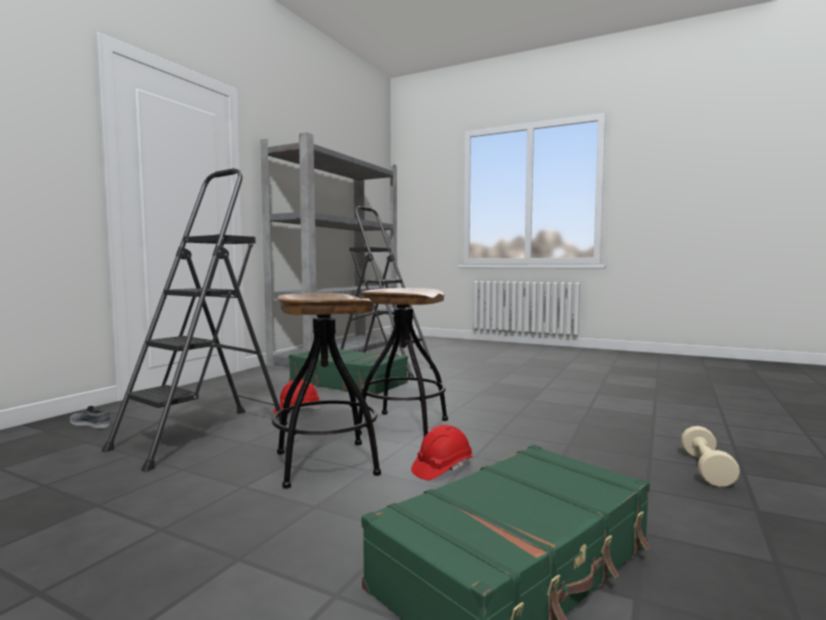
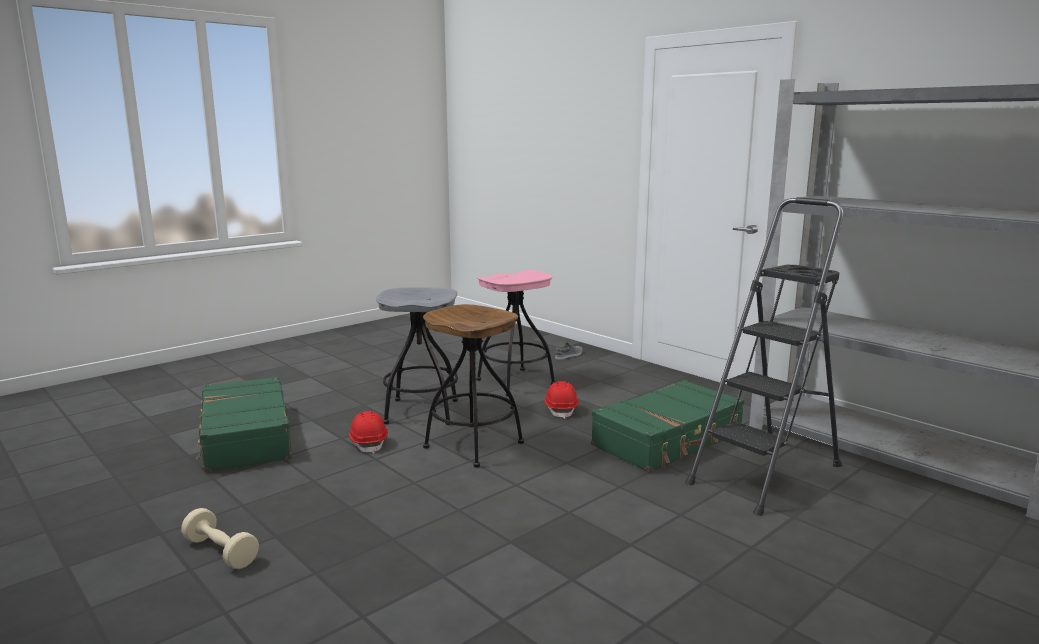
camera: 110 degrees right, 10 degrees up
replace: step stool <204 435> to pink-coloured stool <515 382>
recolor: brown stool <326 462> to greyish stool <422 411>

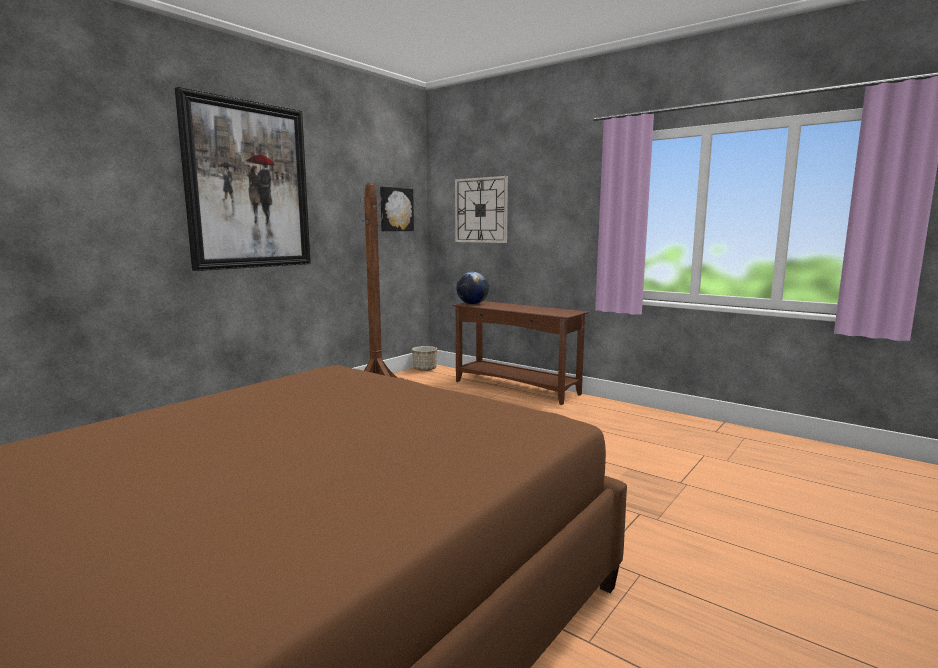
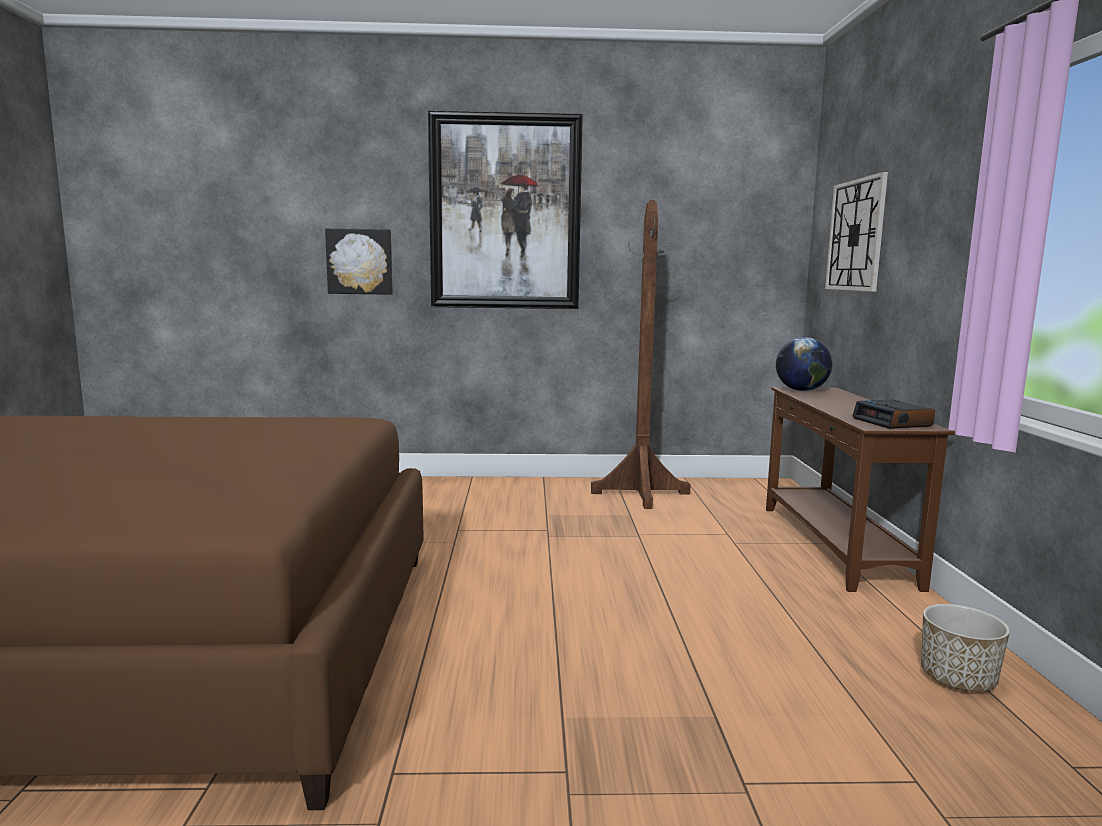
camera: 50 degrees right, 0 degrees up
insert: alarm clock <893 422>
move: wall picture <395 209> to <360 261>; planter <425 369> to <958 679>

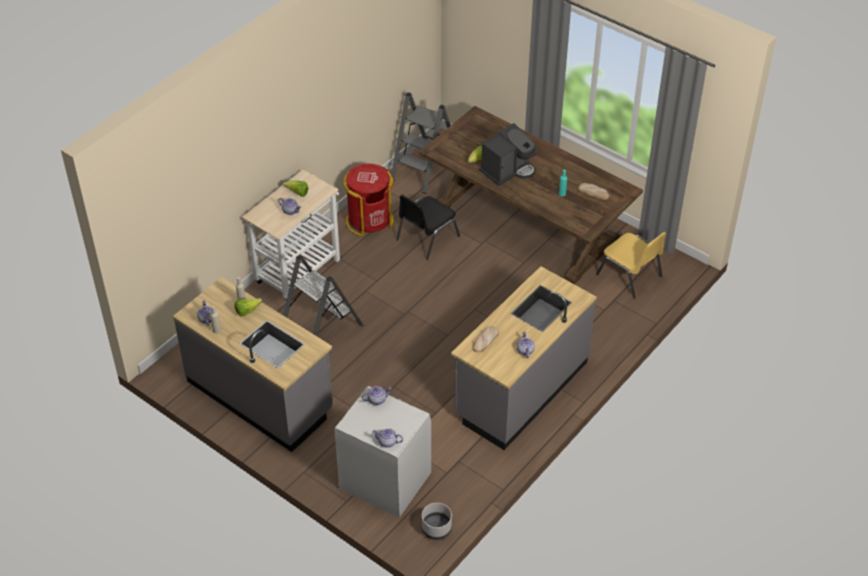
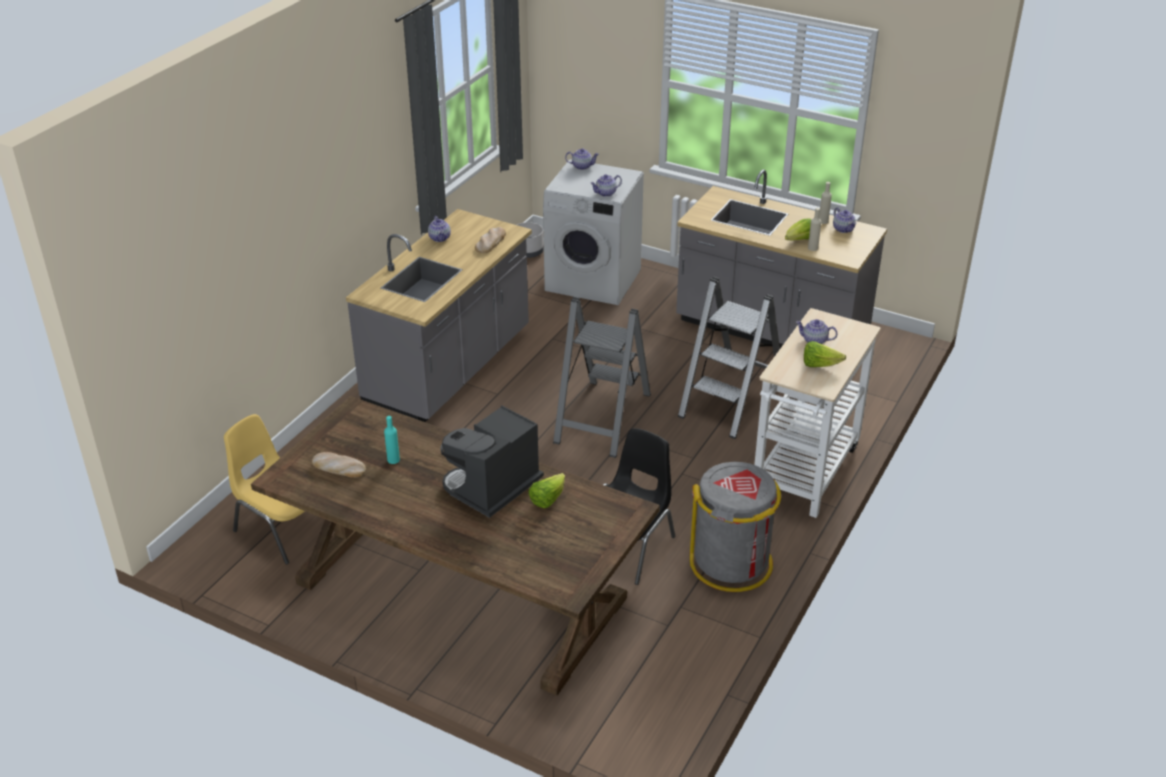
camera: 170 degrees right, 10 degrees down
move: greyish step stool <426 166> to <602 419>
recolor: reddish trash can <369 220> to greyish trash can <731 563>

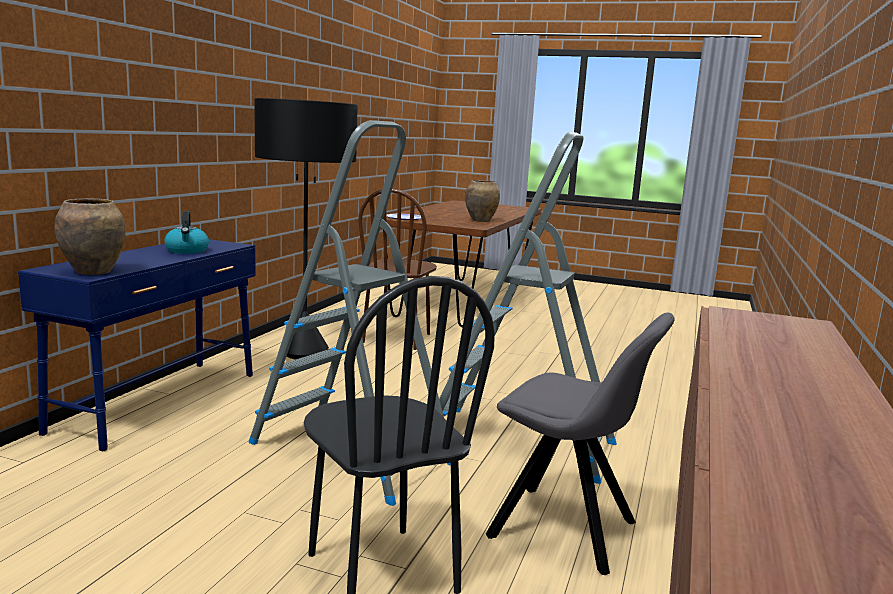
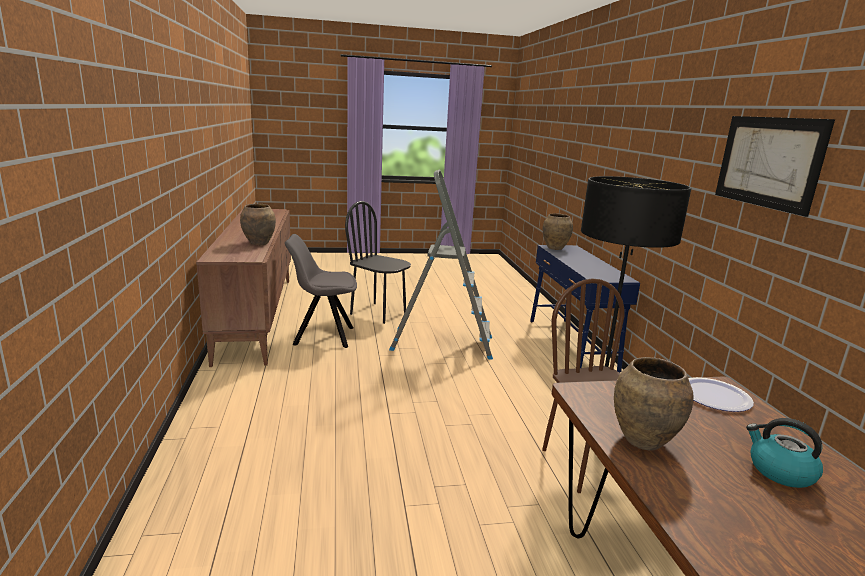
camera: 150 degrees right, 5 degrees up
delete: greyish step stool <517 442>
insert: brown vase <259 243>; wall picture <768 162>
move: kettle <187 251> to <780 471>

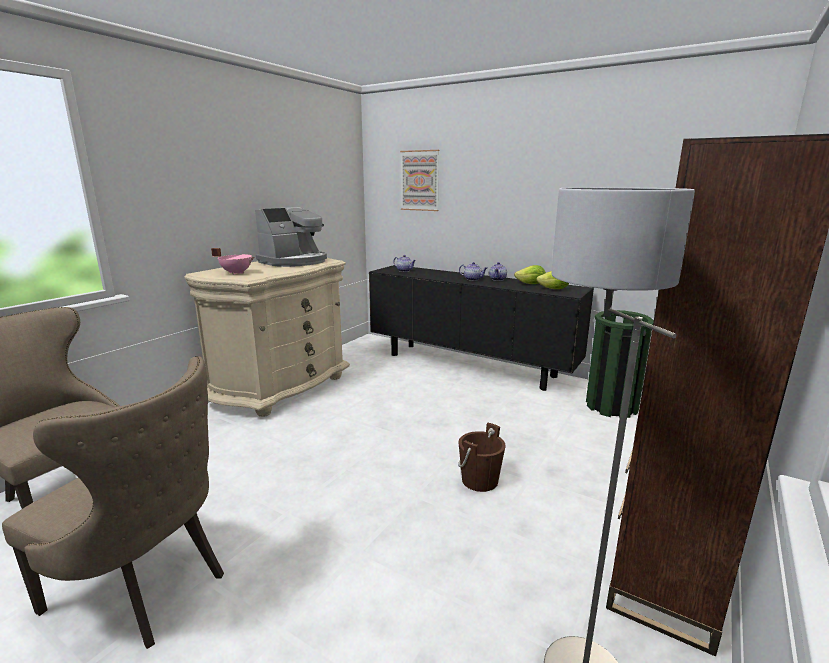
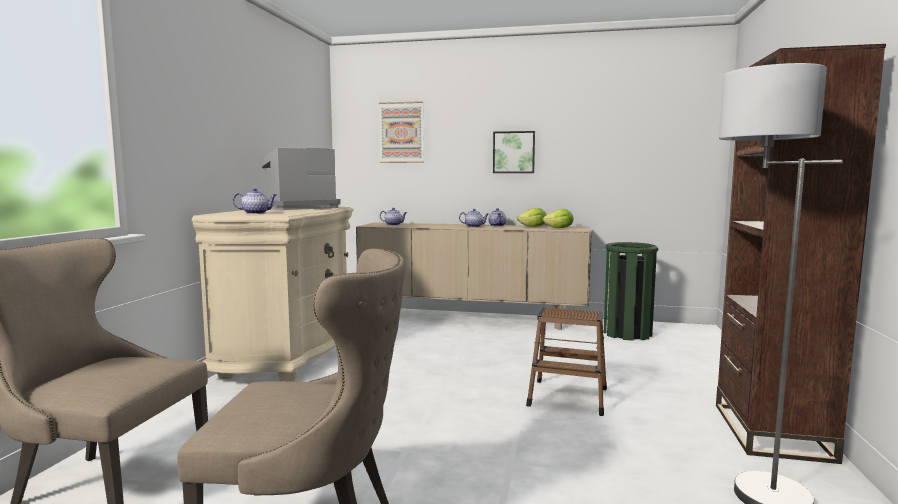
camera: 20 degrees left, 10 degrees down
insert: wall picture <514 152>
replace: pink-coloured cooking pot <236 273> to teapot <256 213>; brown water bucket <479 480> to brown step stool <568 396>
recolor: black-coloured cupboard <469 365> to sand-coloured cupboard <472 319>
rotate: coffee brewer <294 261> = <299 208> 150 degrees counterclockwise

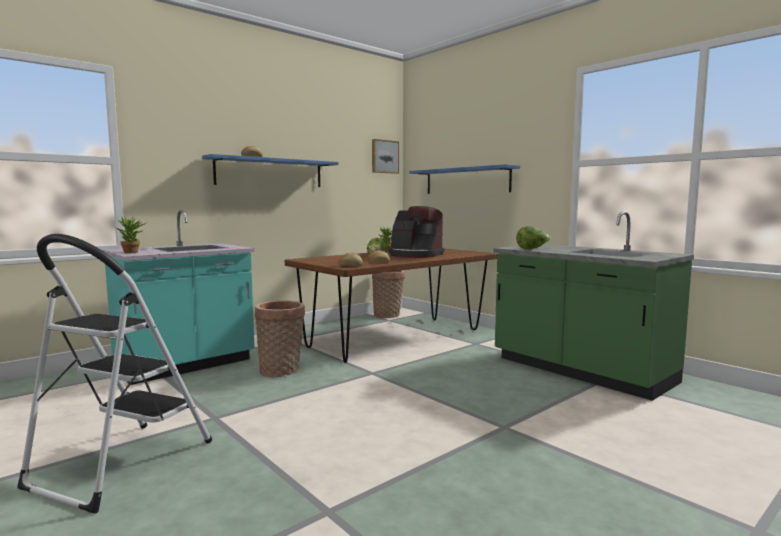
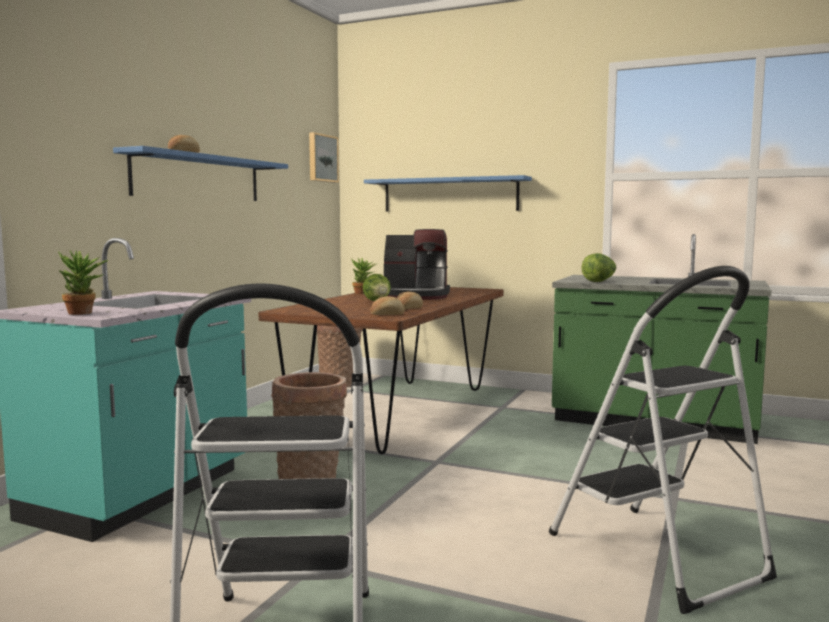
camera: 25 degrees left, 0 degrees up
insert: step stool <658 557>

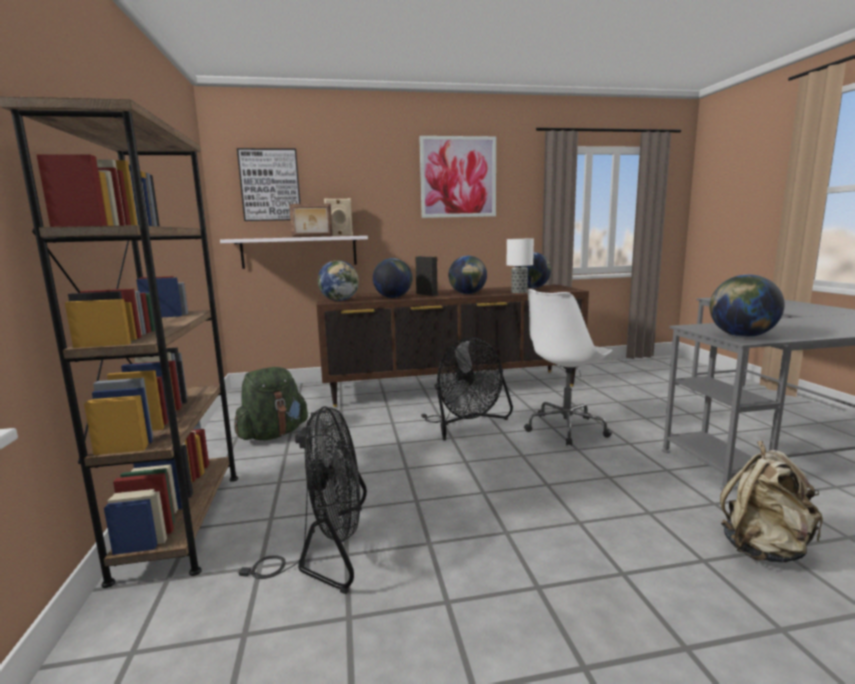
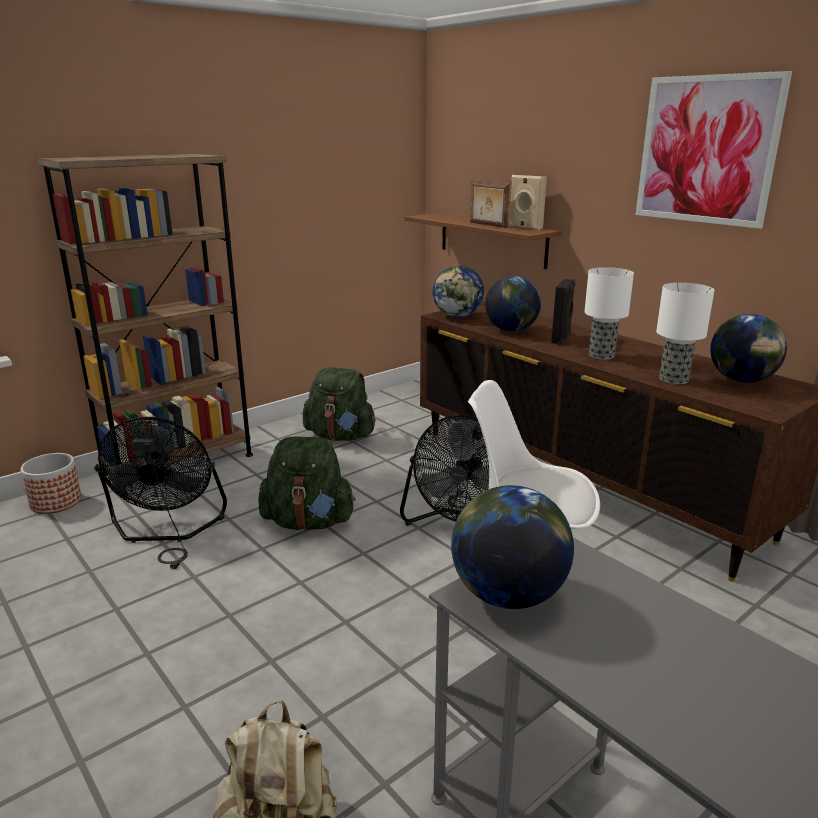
camera: 60 degrees right, 10 degrees up
delete: wall picture <270 185>
insert: planter <56 502>; green-coloured rucksack <308 522>
replace: globe <468 294> to tabletop lamp <601 356>
recolor: white-coloured bracket shelf <299 252> to brown bracket shelf <492 239>
rotate: black-coloured fan <325 550> = <165 532> 150 degrees counterclockwise

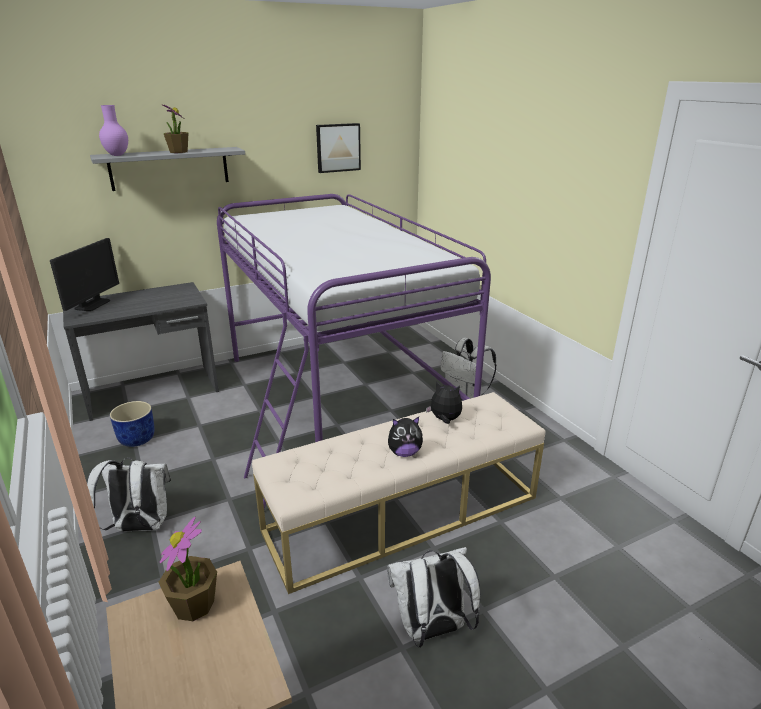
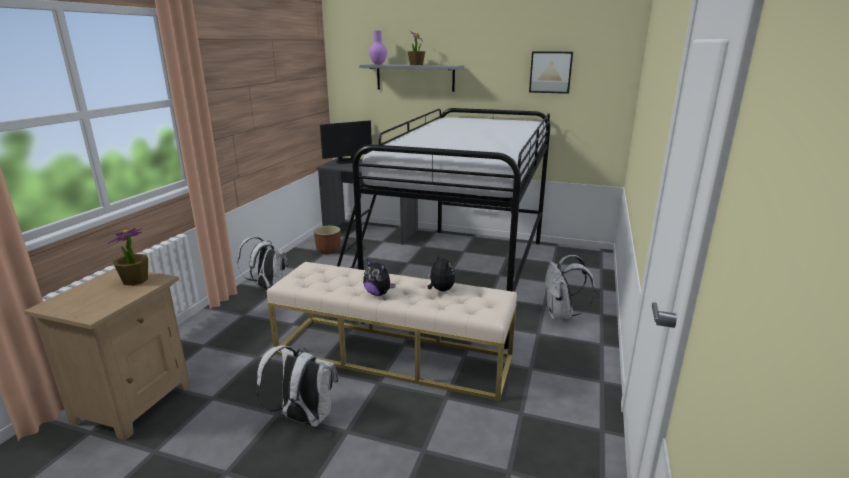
camera: 45 degrees right, 5 degrees down
recolor: bluish planter <136 439> to brown planter <328 251>; purple-coloured sleeping bed <337 402> to black-coloured sleeping bed <461 277>

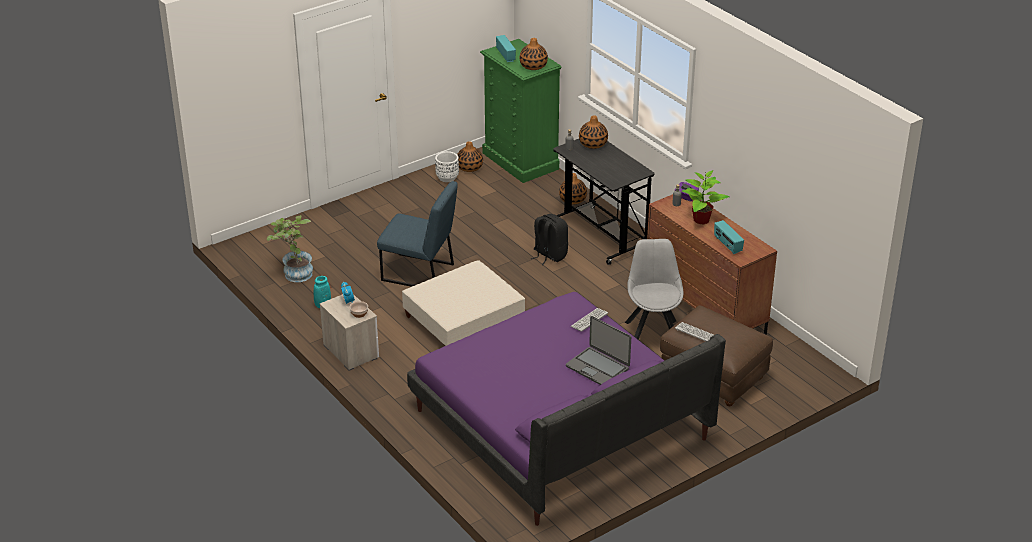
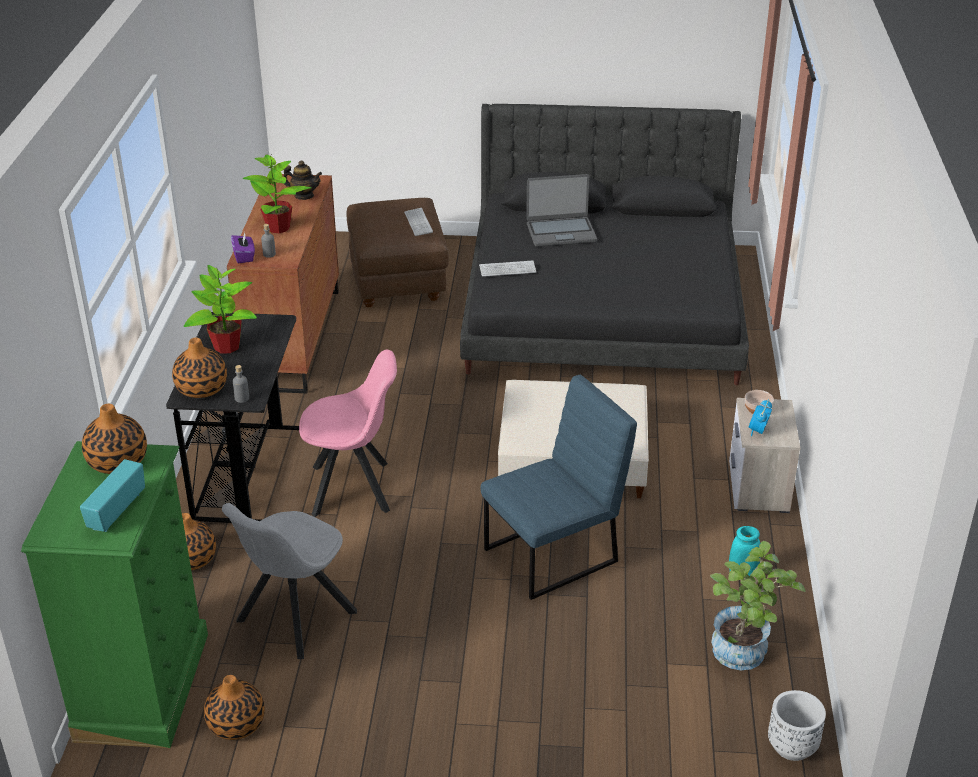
camera: 140 degrees left, 0 degrees up
insert: potted plant <226 346>
move: white-coloured planter <447 178> to <792 746>; greyish plain chair <652 334> to <294 618>
replace: black-coloured rucksack <549 255> to pink-coloured plain chair <353 488>; radio set <727 245> to teapot <304 196>
recolor: purple-coloured sleeping bed <559 424> to black-coloured sleeping bed <602 310>
rotate: bluish plain chair <419 273> = <554 554> 90 degrees clockwise; notebook computer <598 367> = <561 232> 90 degrees clockwise

